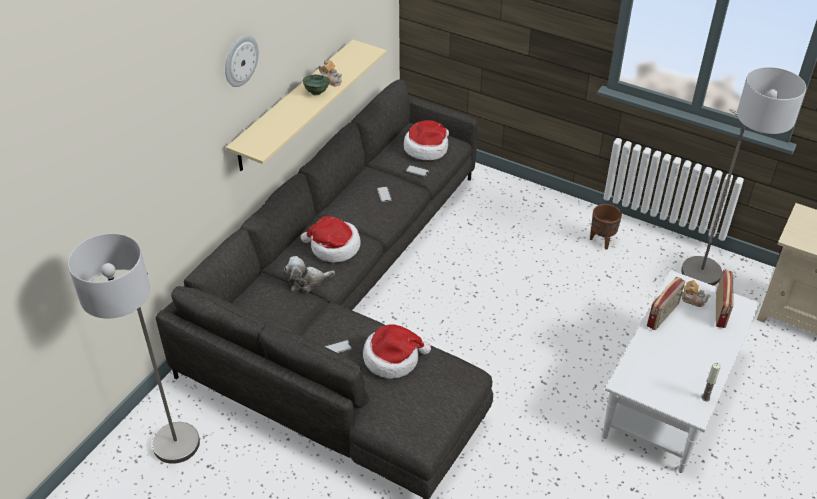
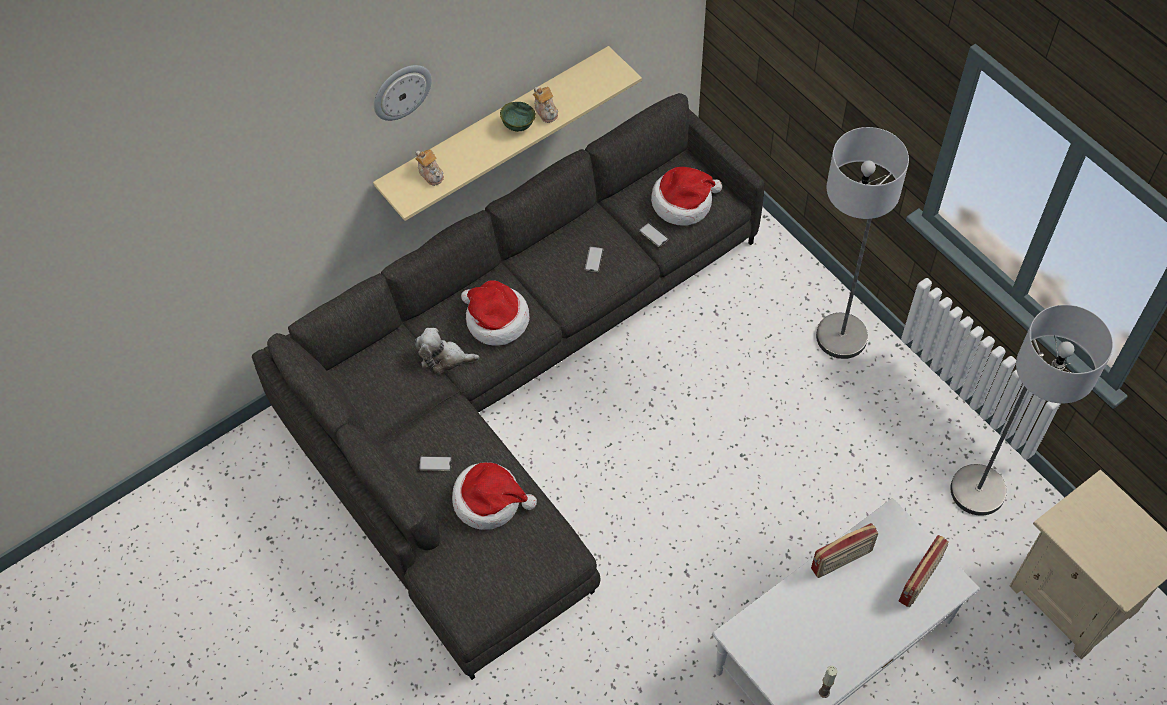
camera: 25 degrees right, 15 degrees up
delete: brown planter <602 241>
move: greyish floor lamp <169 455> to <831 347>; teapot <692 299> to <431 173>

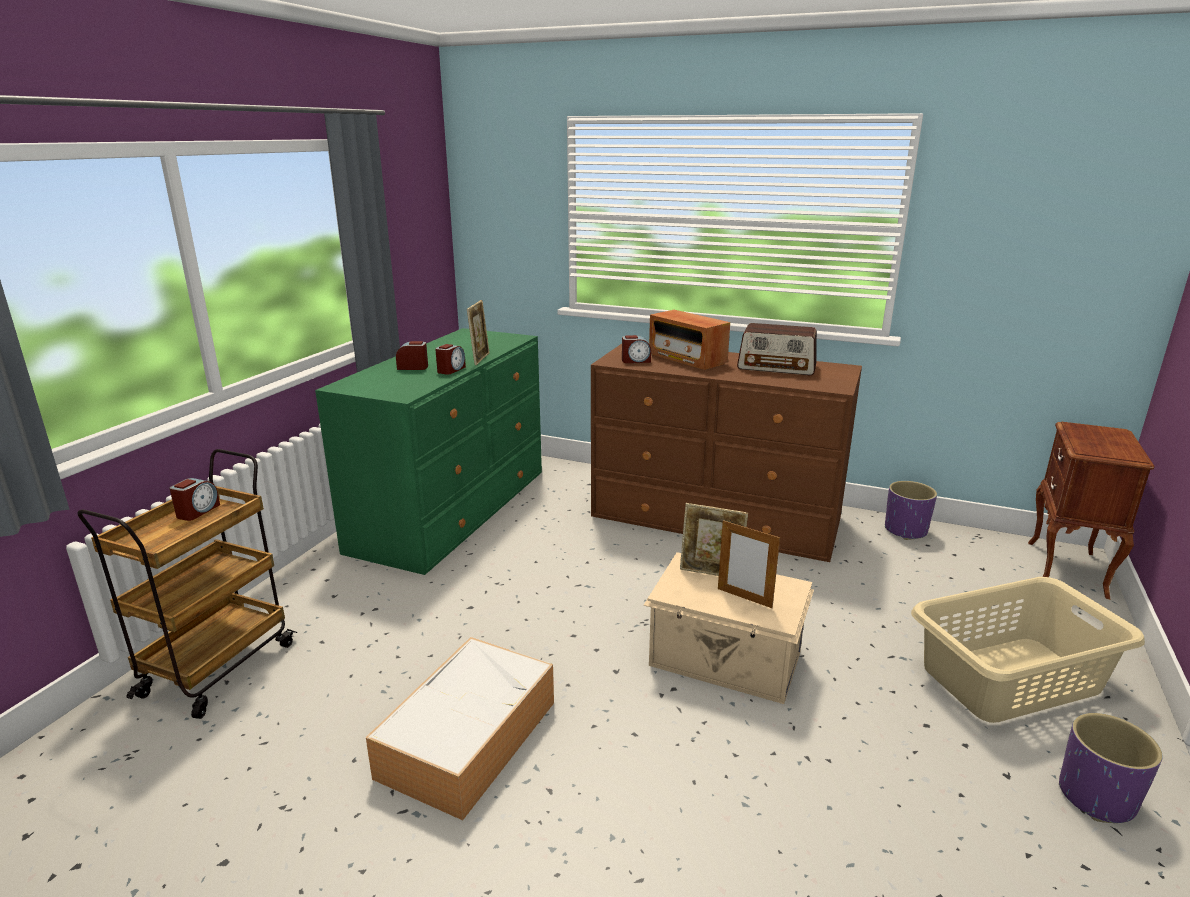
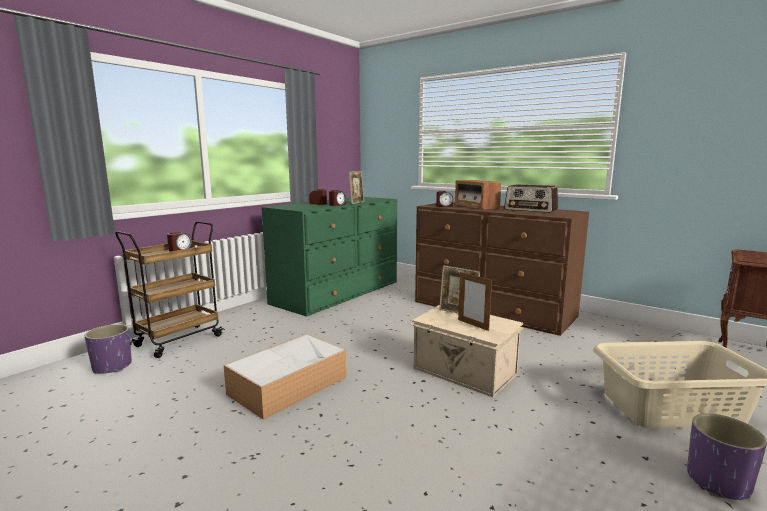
camera: 15 degrees right, 10 degrees down
move: purple-coloured planter <906 530> to <112 367>

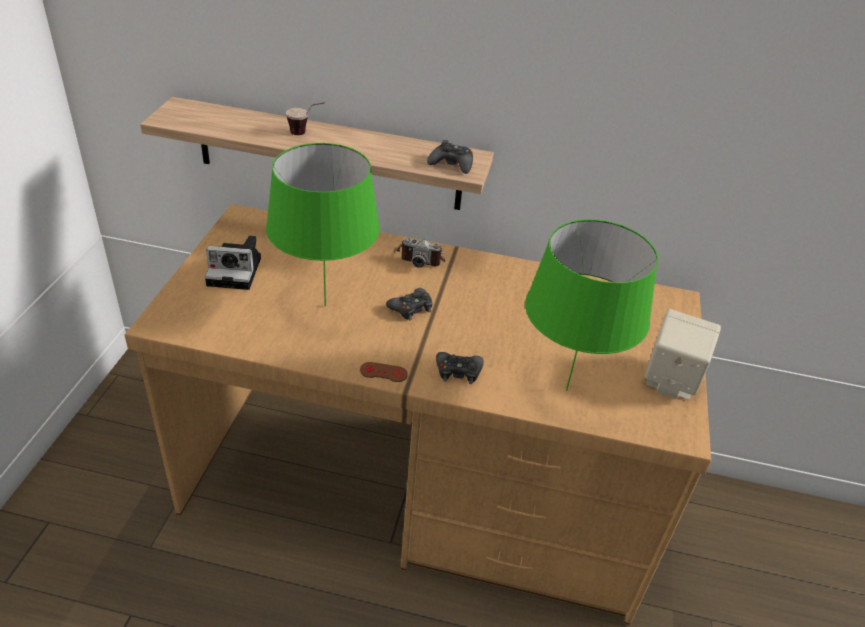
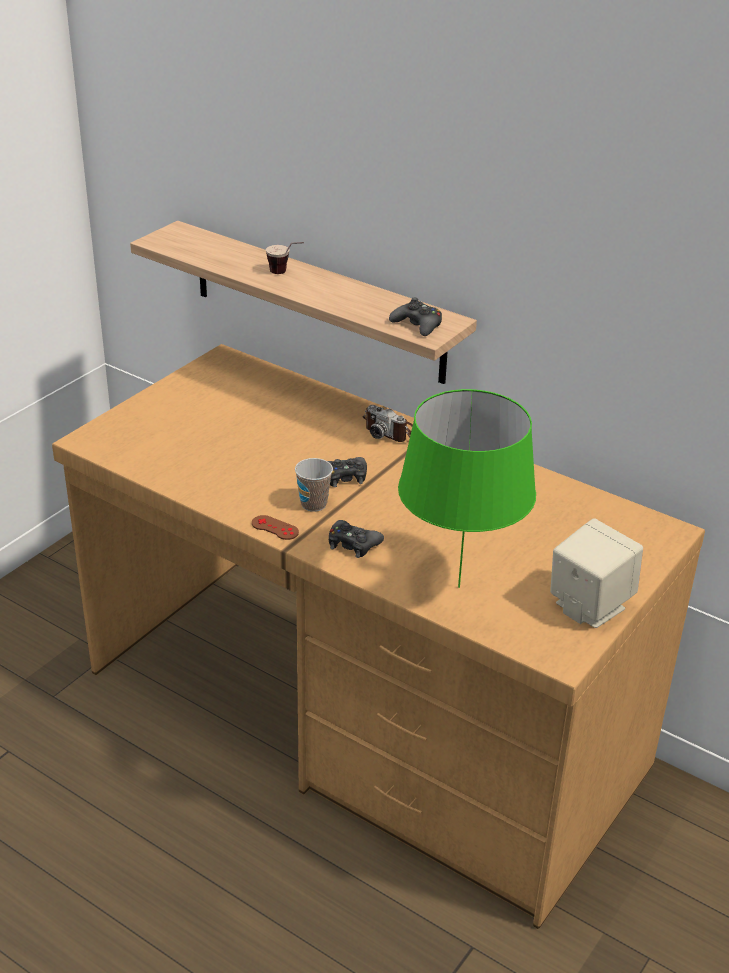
camera: 25 degrees right, 5 degrees down
delete: still camera <237 271>; green-coloured tabletop lamp <325 306>
insert: small cup <313 504>

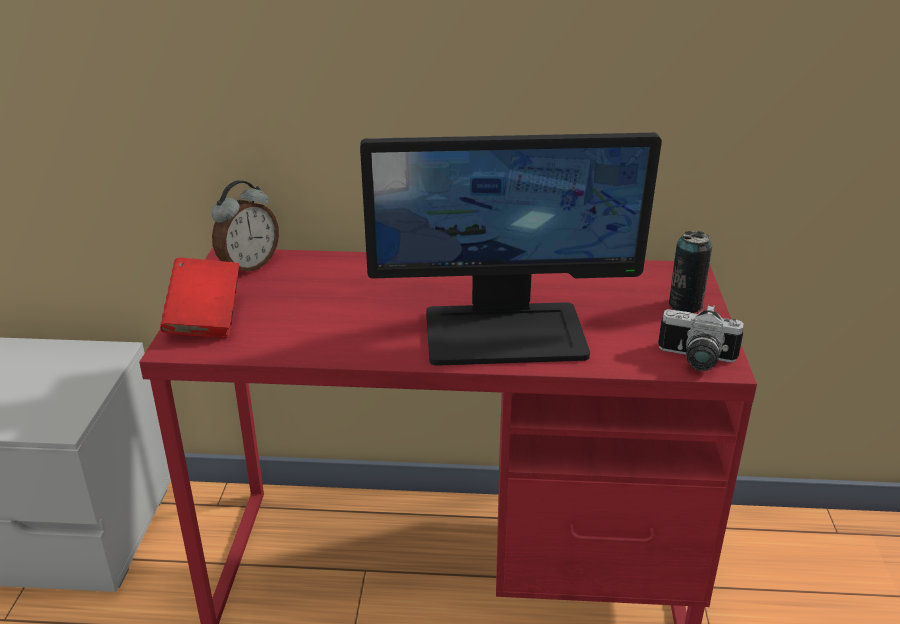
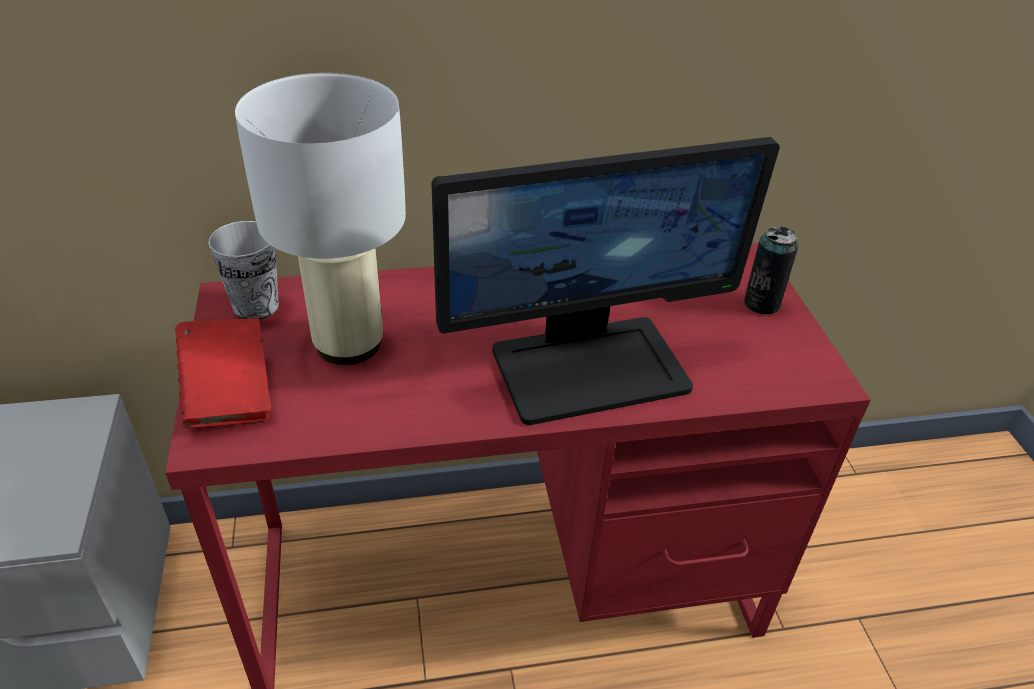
camera: 15 degrees left, 10 degrees up
delete: still camera <695 360>
insert: white-coloured tabletop lamp <347 345>
replace: alarm clock <248 266> to small cup <256 306>

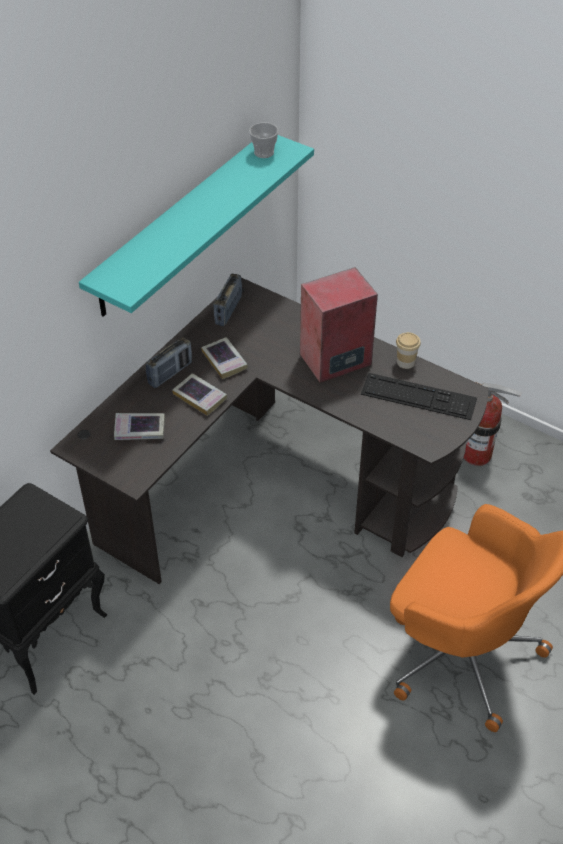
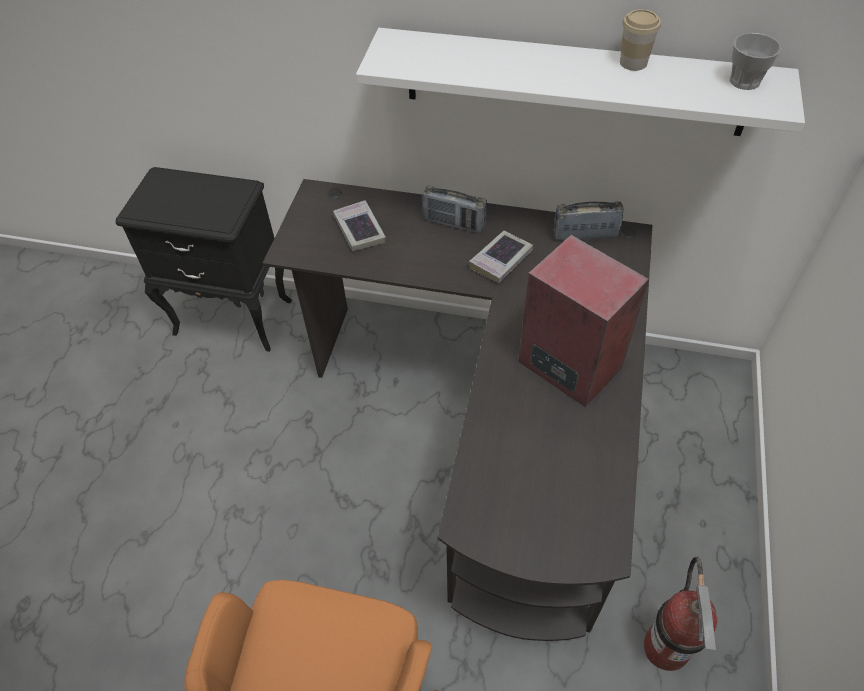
camera: 70 degrees right, 5 degrees up
delete: book <200 397>; PC keyboard <418 396>
move: small cup <405 362> to <633 63>
recolor: turquoise bracket shelf <181 223> to white-coloured bracket shelf <574 82>

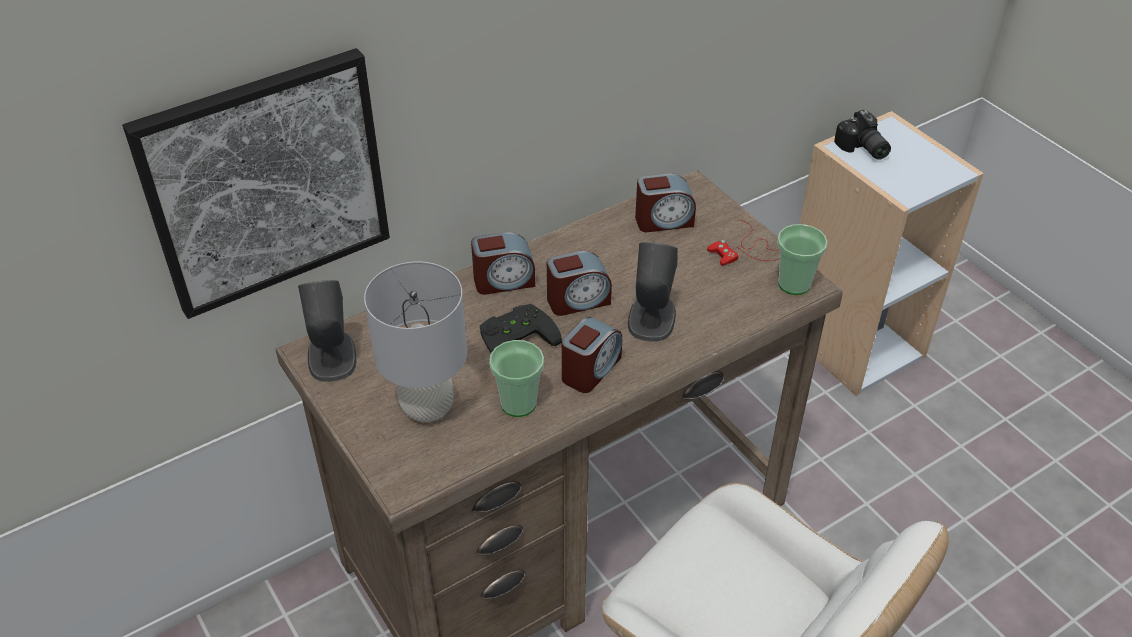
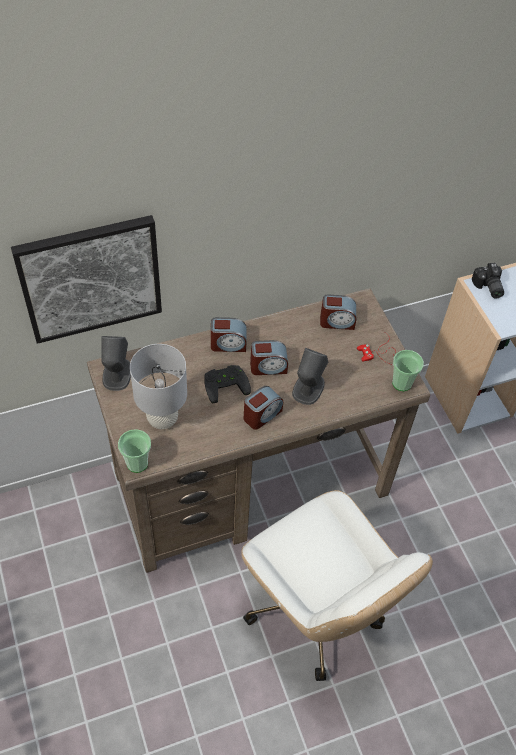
camera: 10 degrees right, 10 degrees up
move: small cup <518 403> to <137 463>

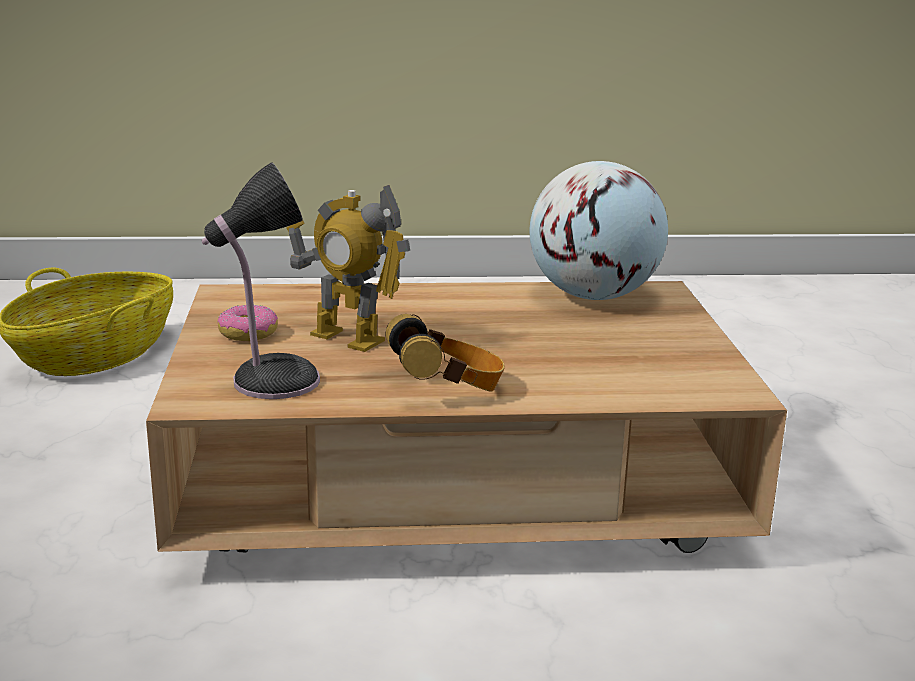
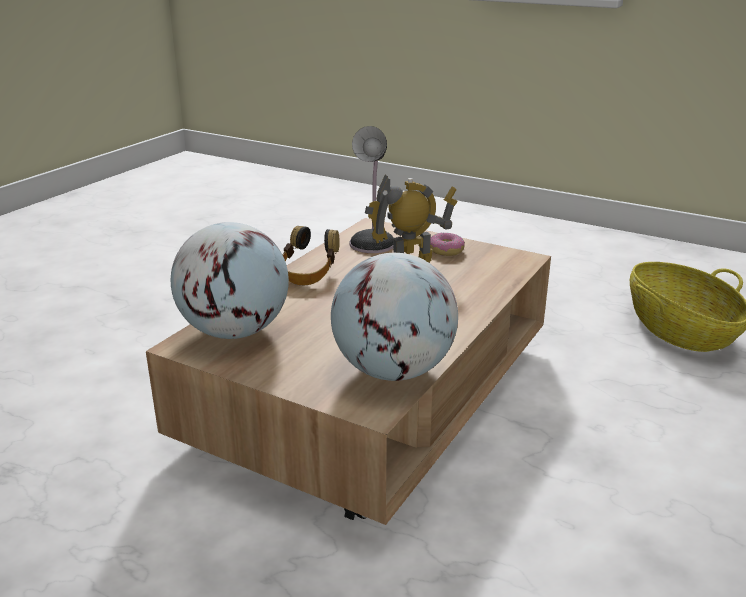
camera: 125 degrees right, 5 degrees up
insert: globe <235 331>

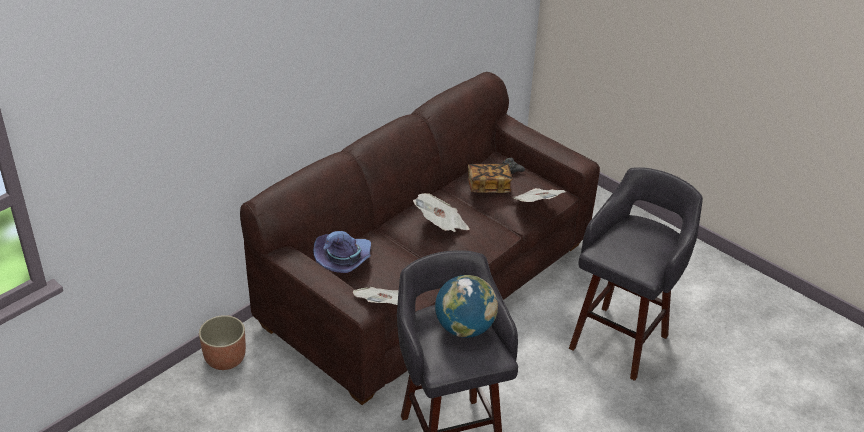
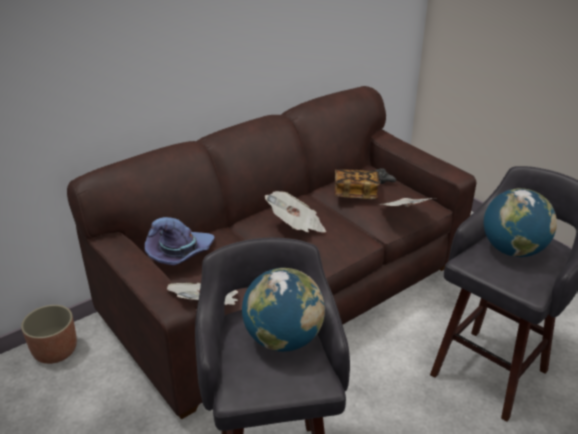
camera: 10 degrees right, 5 degrees down
insert: globe <512 250>

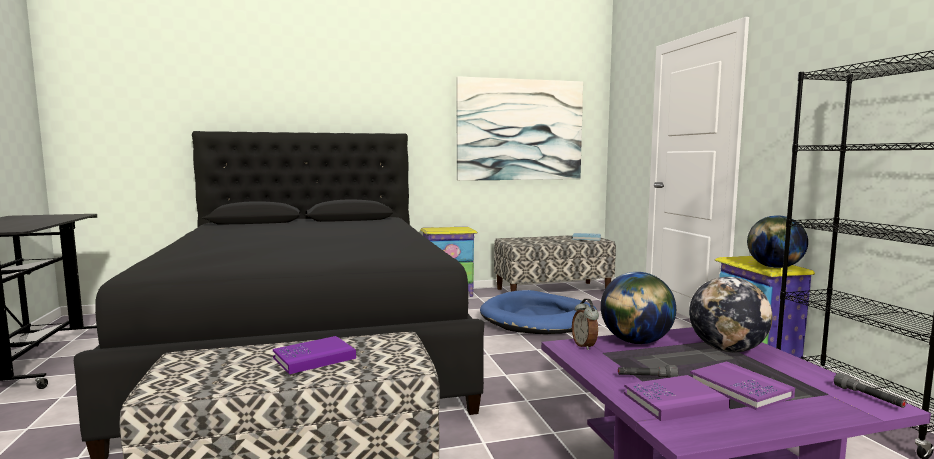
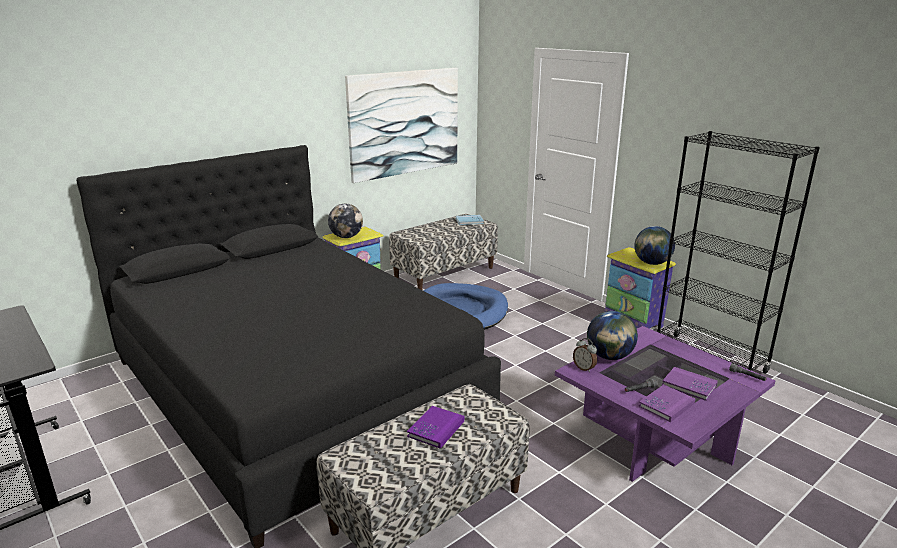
camera: 25 degrees left, 15 degrees up
move: globe <727 350> to <346 237>

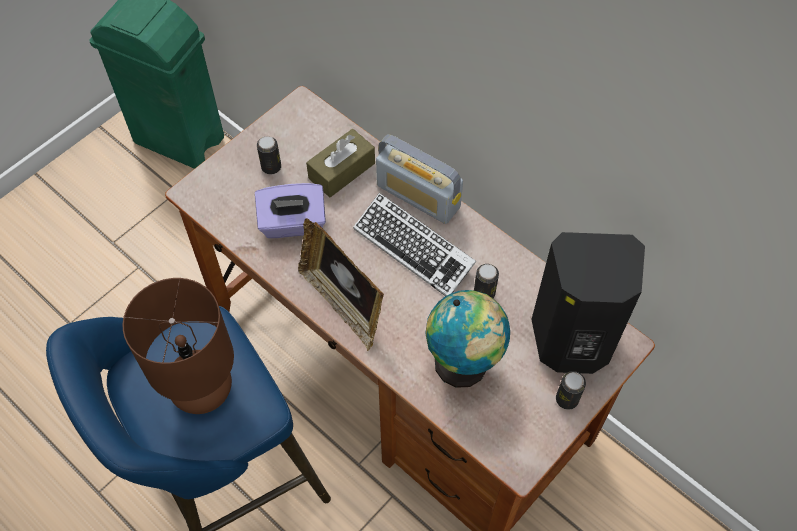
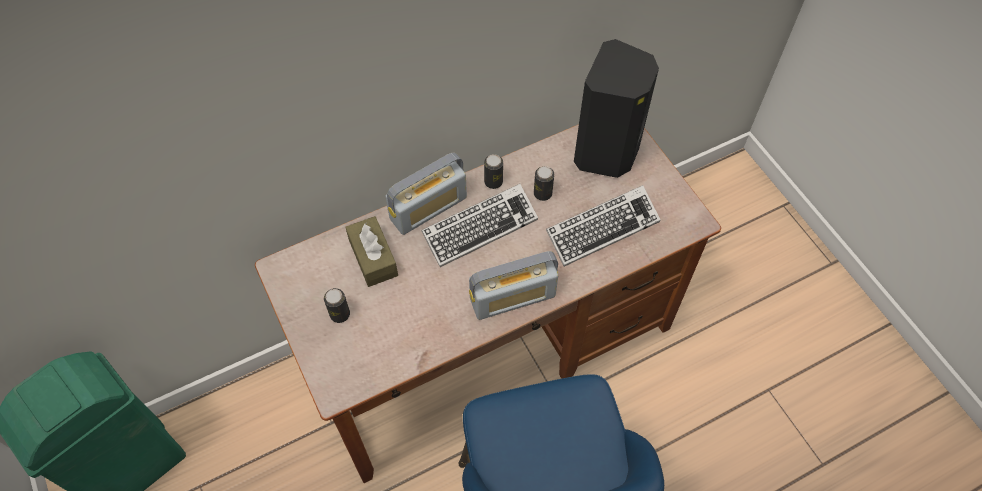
camera: 70 degrees left, 0 degrees up
delete: brown tabletop lamp <204 390>; purple-coloured tissue box <293 224>
move: sealed can <567 399> to <493 182>
replace: standing frame <343 304> to radio set <512 297>; globe <464 365> to PC keyboard <602 229>

